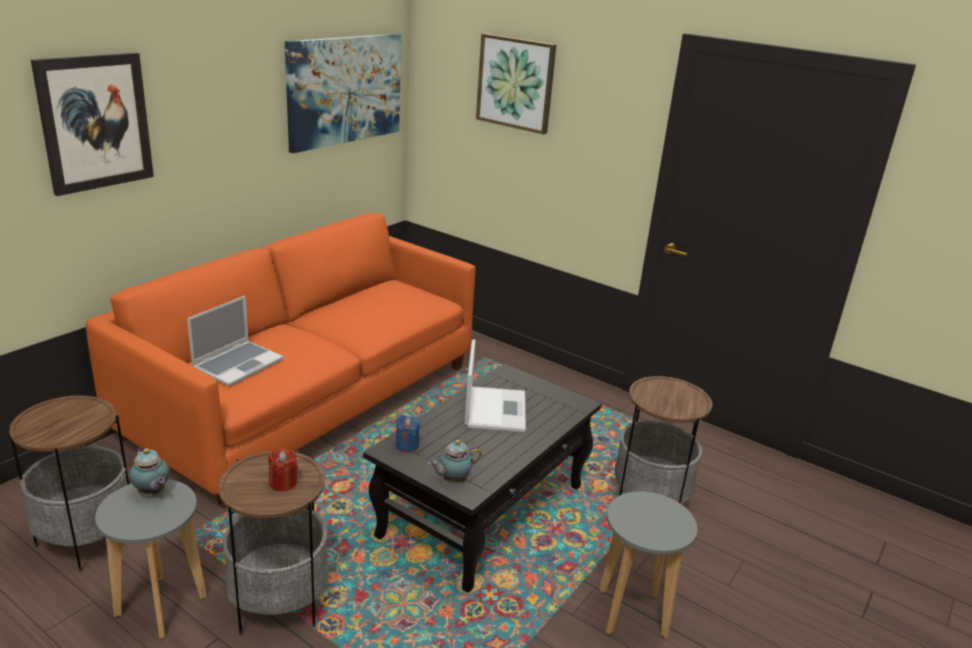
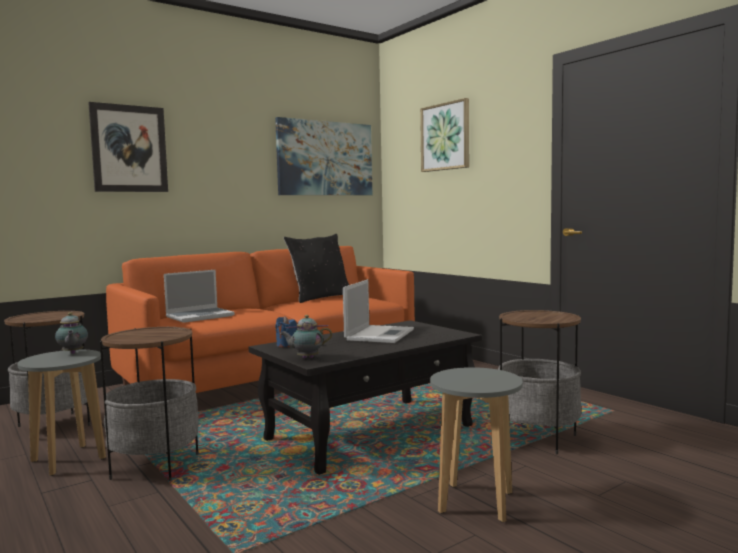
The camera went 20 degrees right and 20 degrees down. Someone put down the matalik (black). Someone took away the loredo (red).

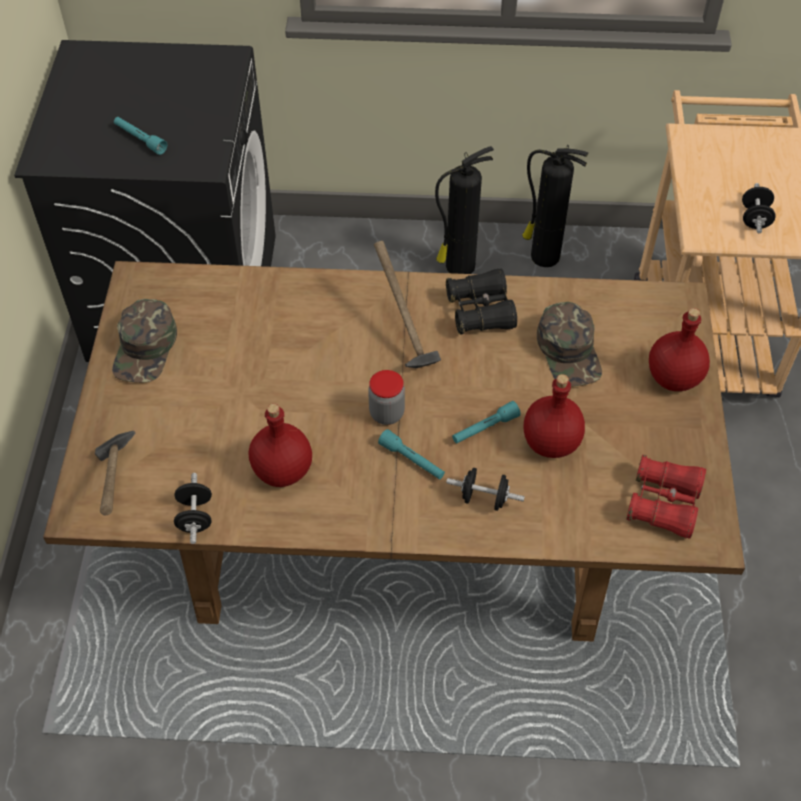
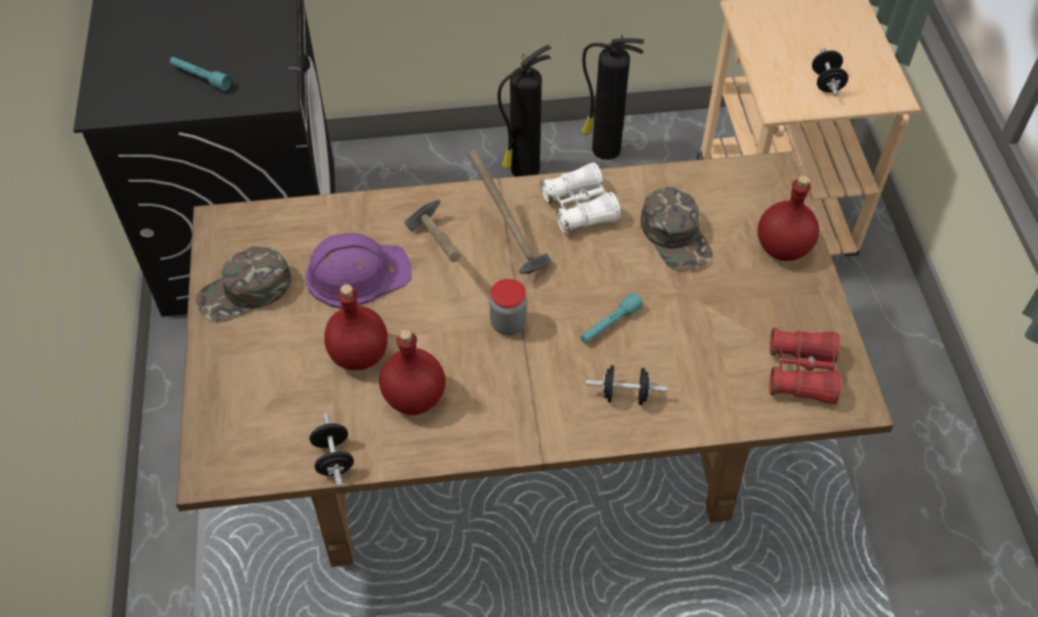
The camera went 10 degrees left and 0 degrees up. Someone rotated the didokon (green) (no. 1 from left) by 60 degrees clockwise. Someone put down the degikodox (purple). Someone carried the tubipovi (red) (no. 2 from left in the first image). Someone carried the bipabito (no. 1 from left). Someone repainted the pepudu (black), which became the pepudu (white). Someone took away the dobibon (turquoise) (no. 2 from left).

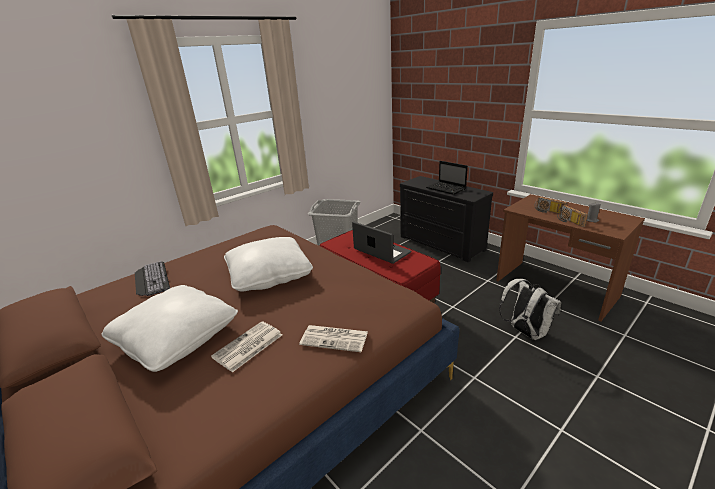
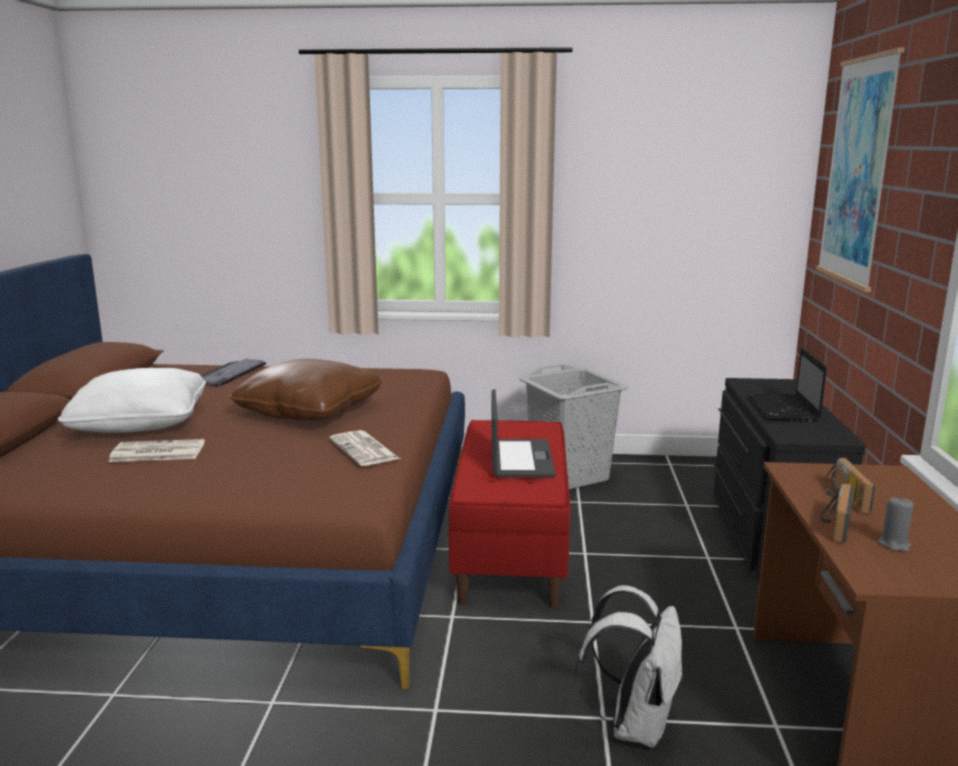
The camera went 45 degrees right and 10 degrees down. Someone repainted the matalik (white) (no. 2 from left), which became the matalik (brown). Someone carried the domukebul (no. 2 from left). Someone put up the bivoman.

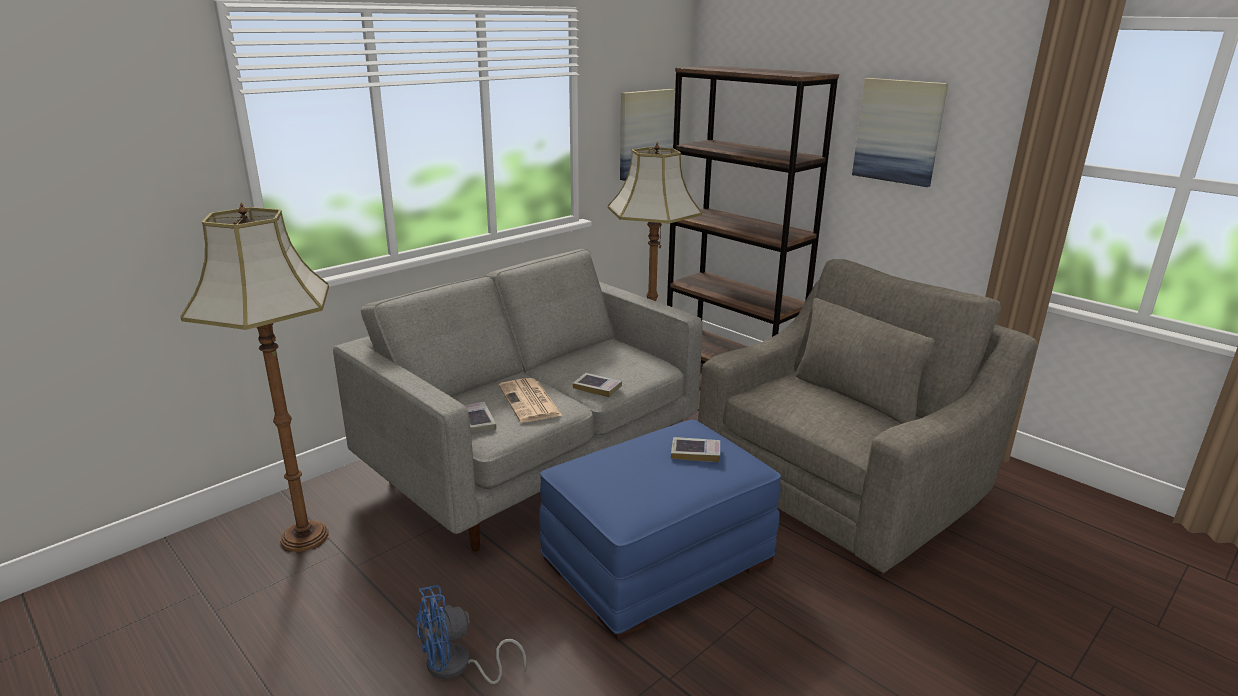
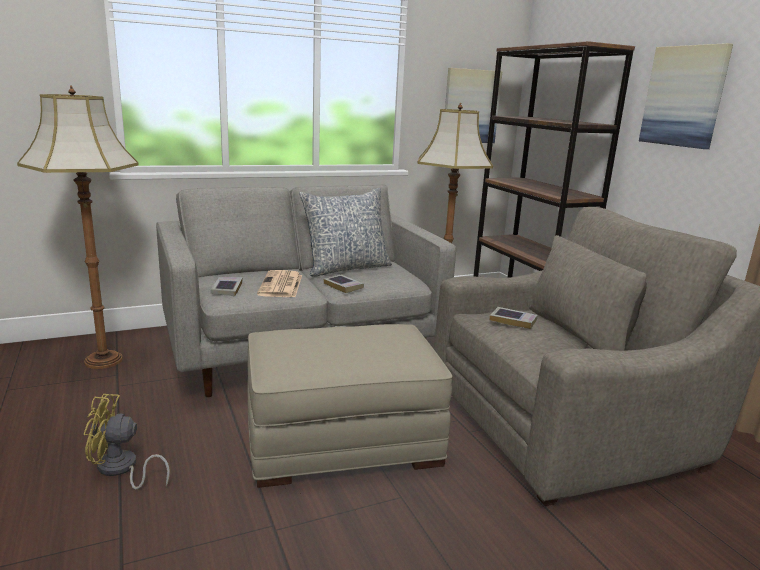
The camera went 20 degrees right and 5 degrees down. Someone repainted the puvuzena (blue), which became the puvuzena (yellow). Someone repainted the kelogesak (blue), which became the kelogesak (beige). Someone put down the matalik. Someone carried the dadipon (no. 3 from left).

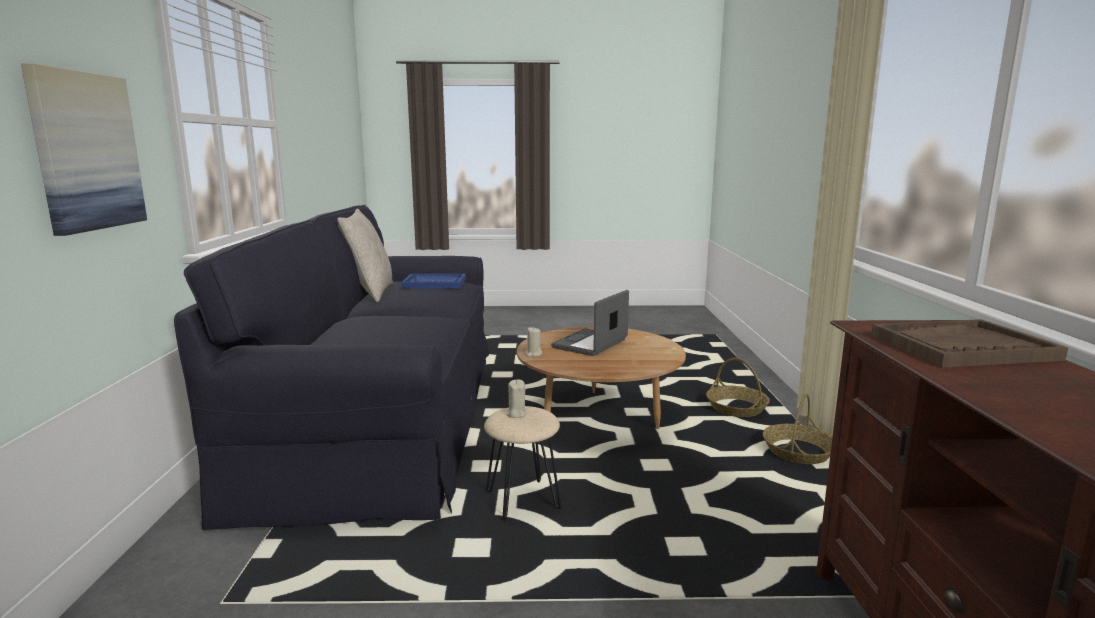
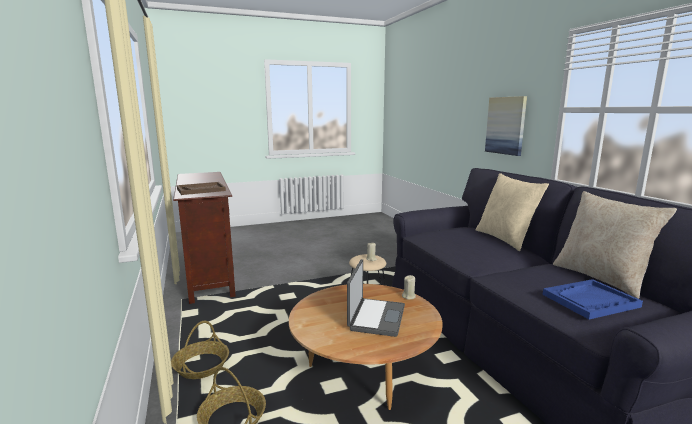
The camera went 160 degrees right and 0 degrees up. Someone put down the matalik (beige) (no. 1 from left).

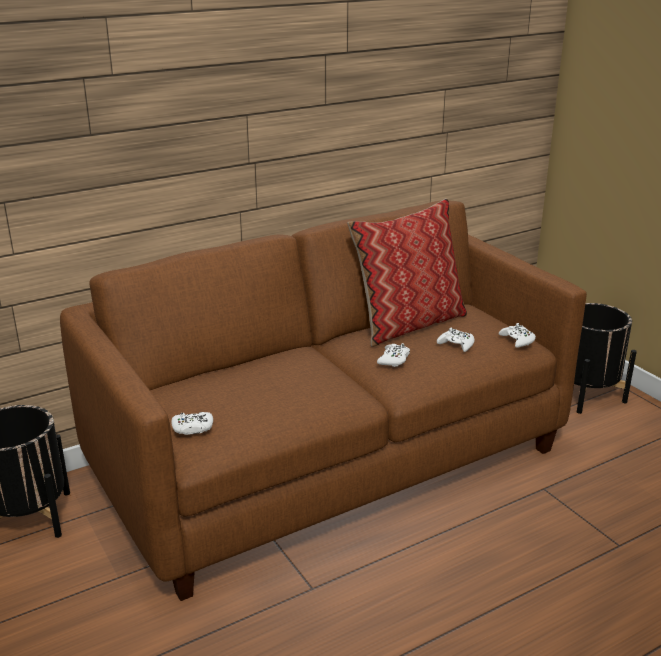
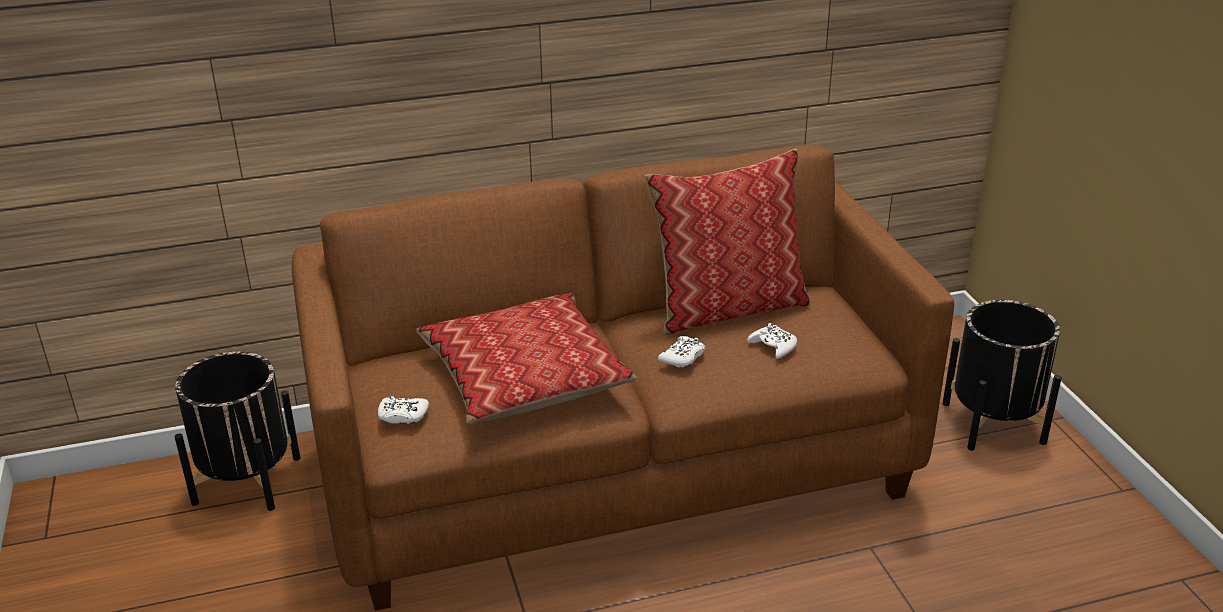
The camera went 15 degrees right and 5 degrees up. Someone put down the matalik (no. 1 from left). Someone took away the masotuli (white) (no. 4 from left).

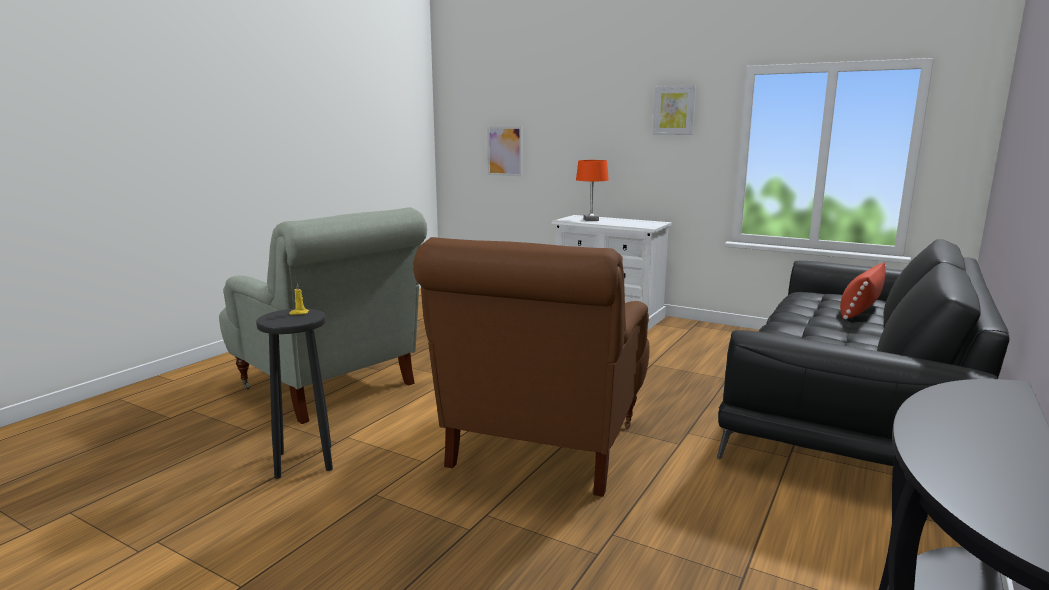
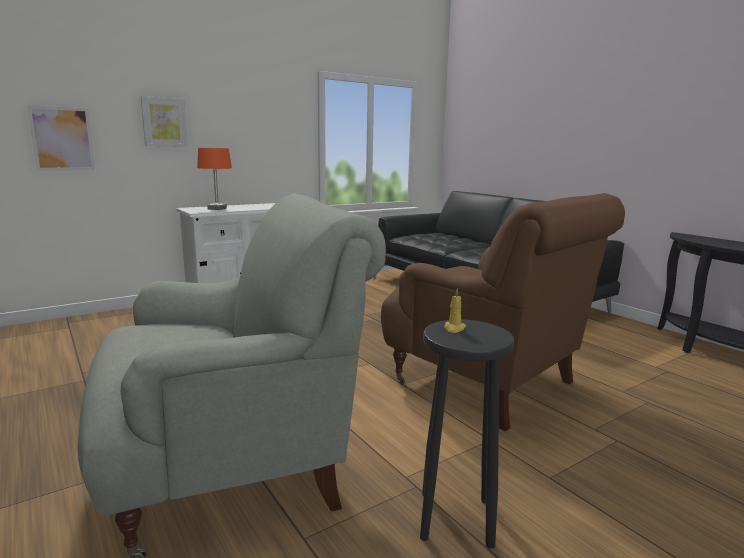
The camera went 65 degrees left and 0 degrees up. Someone carried the bivoman (no. 2 from left). Someone took away the matalik (red).

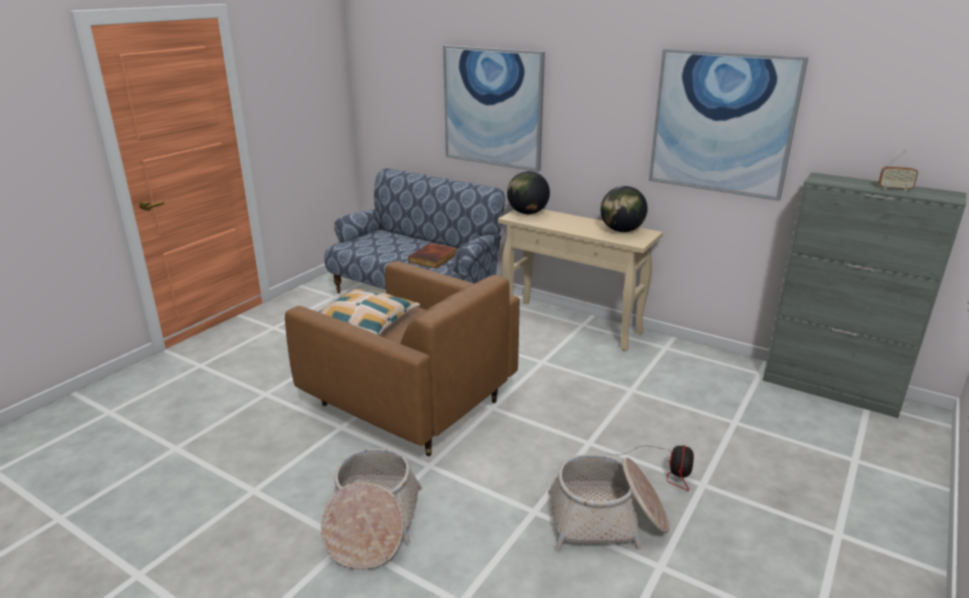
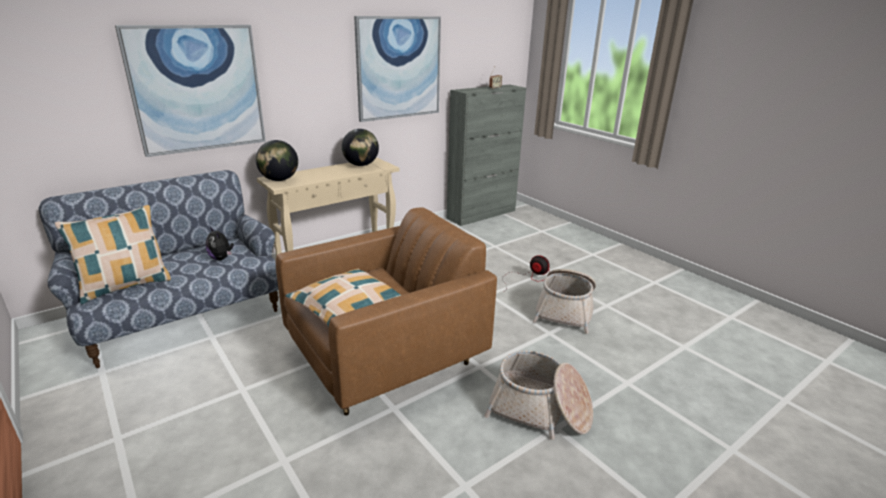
The camera went 70 degrees left and 0 degrees up. Someone put down the matalik (no. 1 from left). Someone swapped the dadipon for the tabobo.

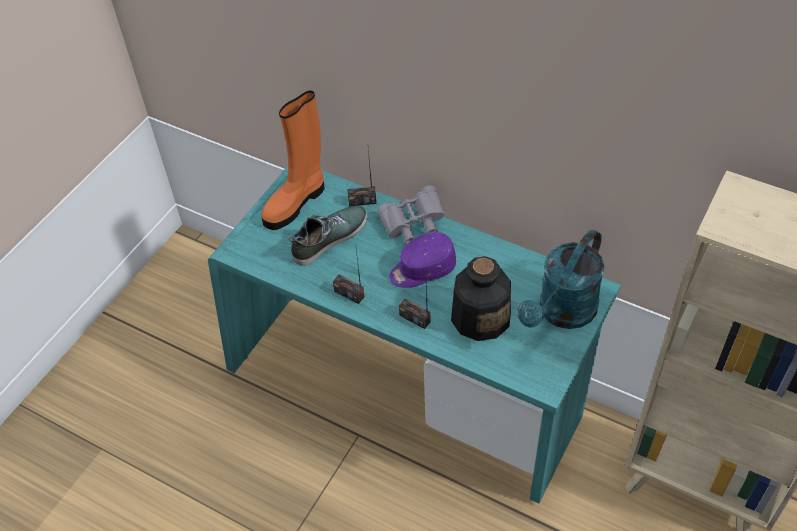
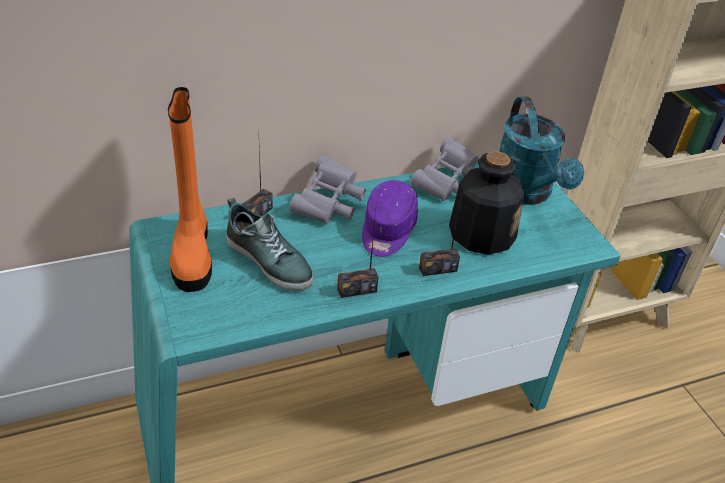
The camera went 55 degrees left and 10 degrees down. Someone rotated the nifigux by 135 degrees clockwise. Someone put down the pepudu (grey) (no. 2 from left).

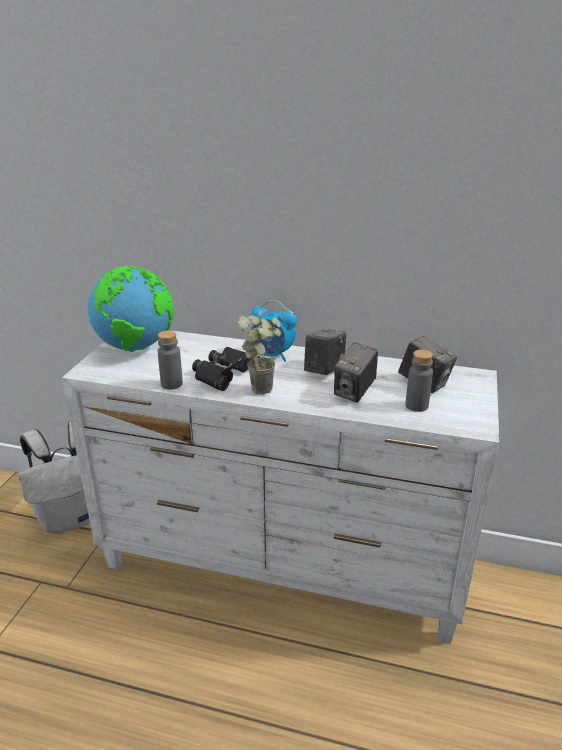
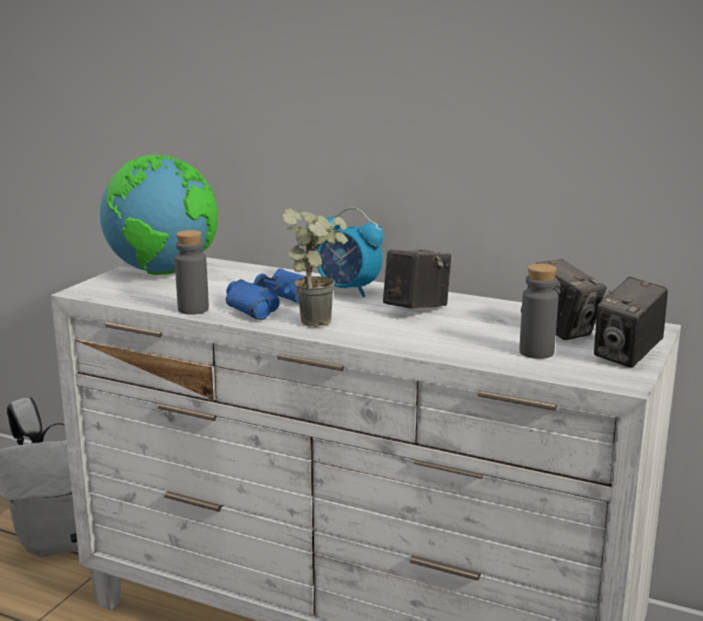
The camera went 10 degrees right and 10 degrees down. Someone repainted the pepudu (black), which became the pepudu (blue). Someone carried the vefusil (no. 2 from left in the first image).

